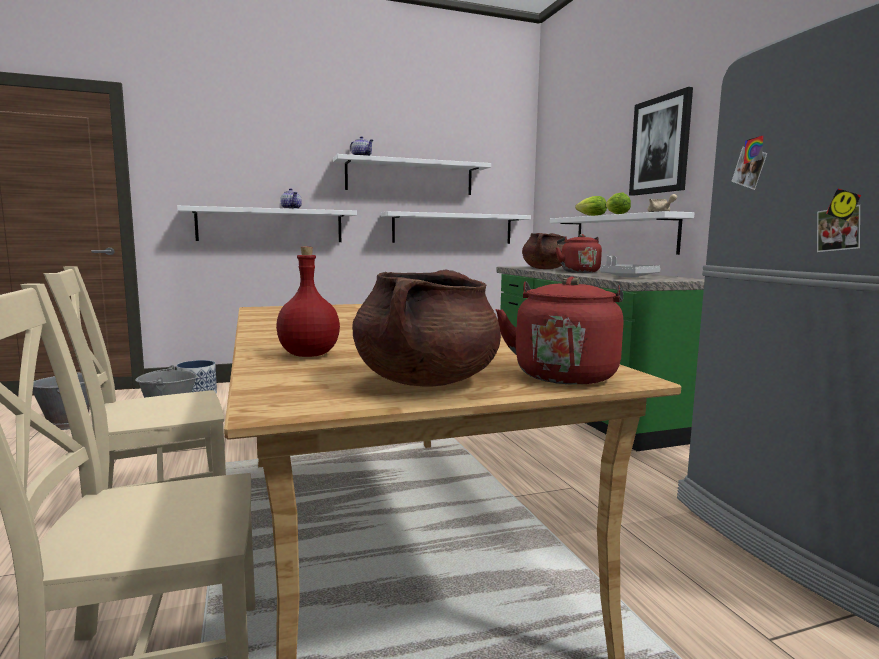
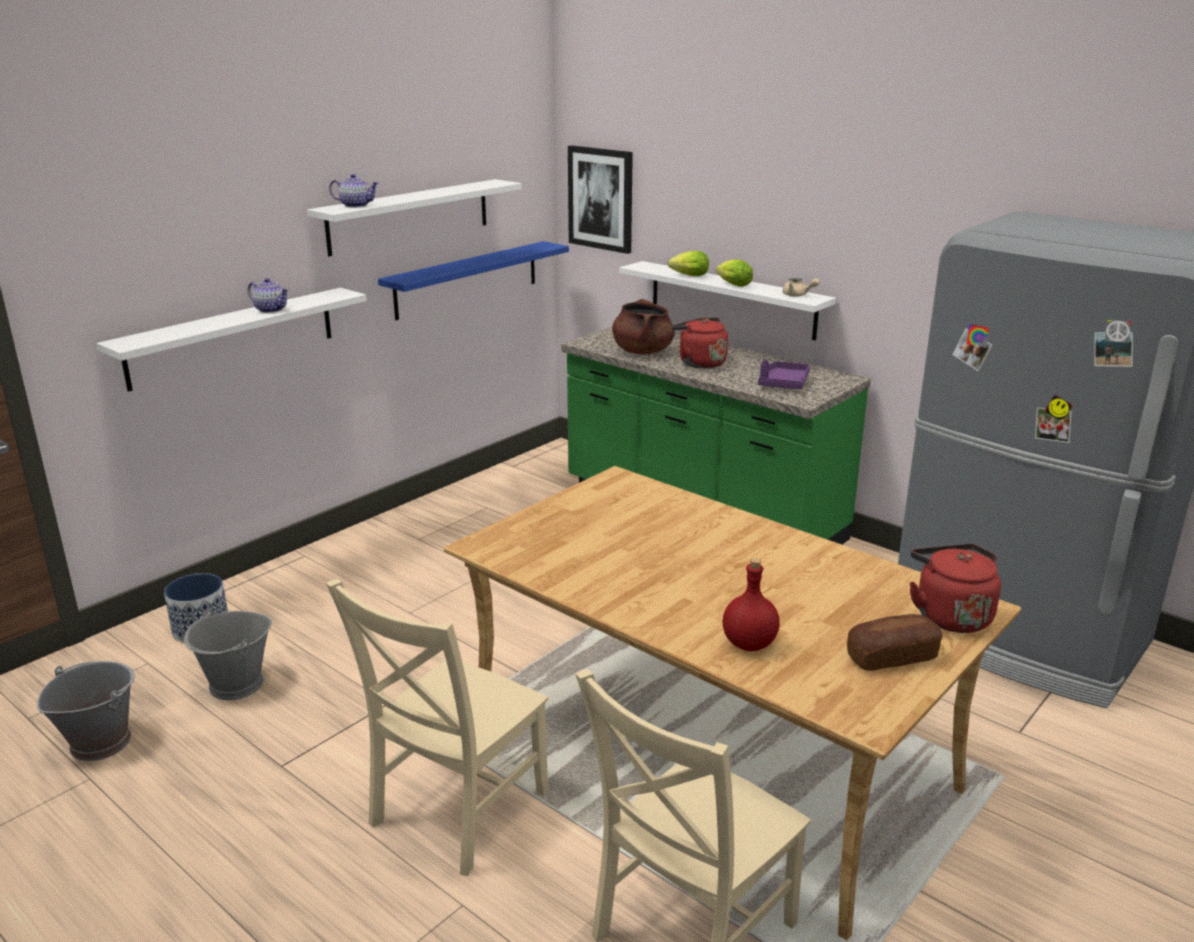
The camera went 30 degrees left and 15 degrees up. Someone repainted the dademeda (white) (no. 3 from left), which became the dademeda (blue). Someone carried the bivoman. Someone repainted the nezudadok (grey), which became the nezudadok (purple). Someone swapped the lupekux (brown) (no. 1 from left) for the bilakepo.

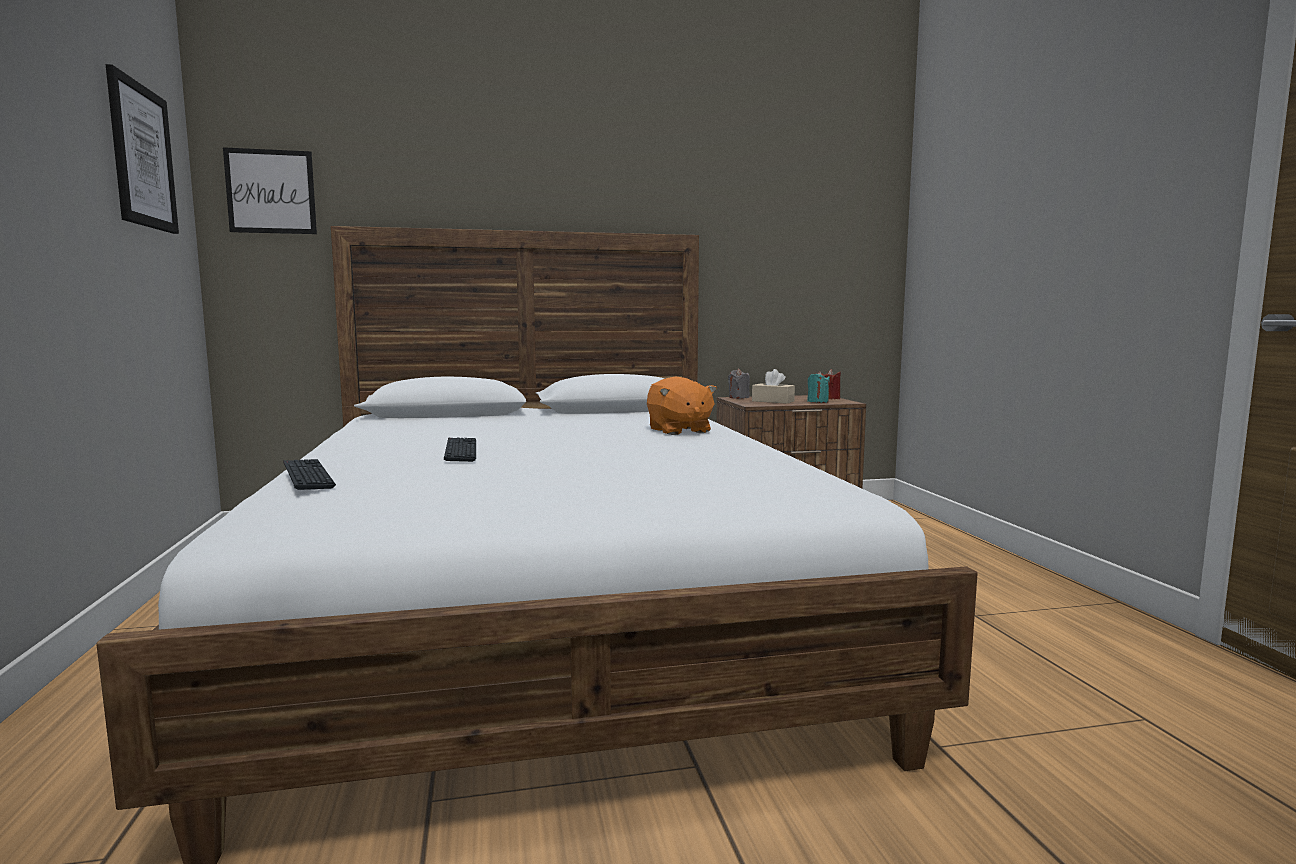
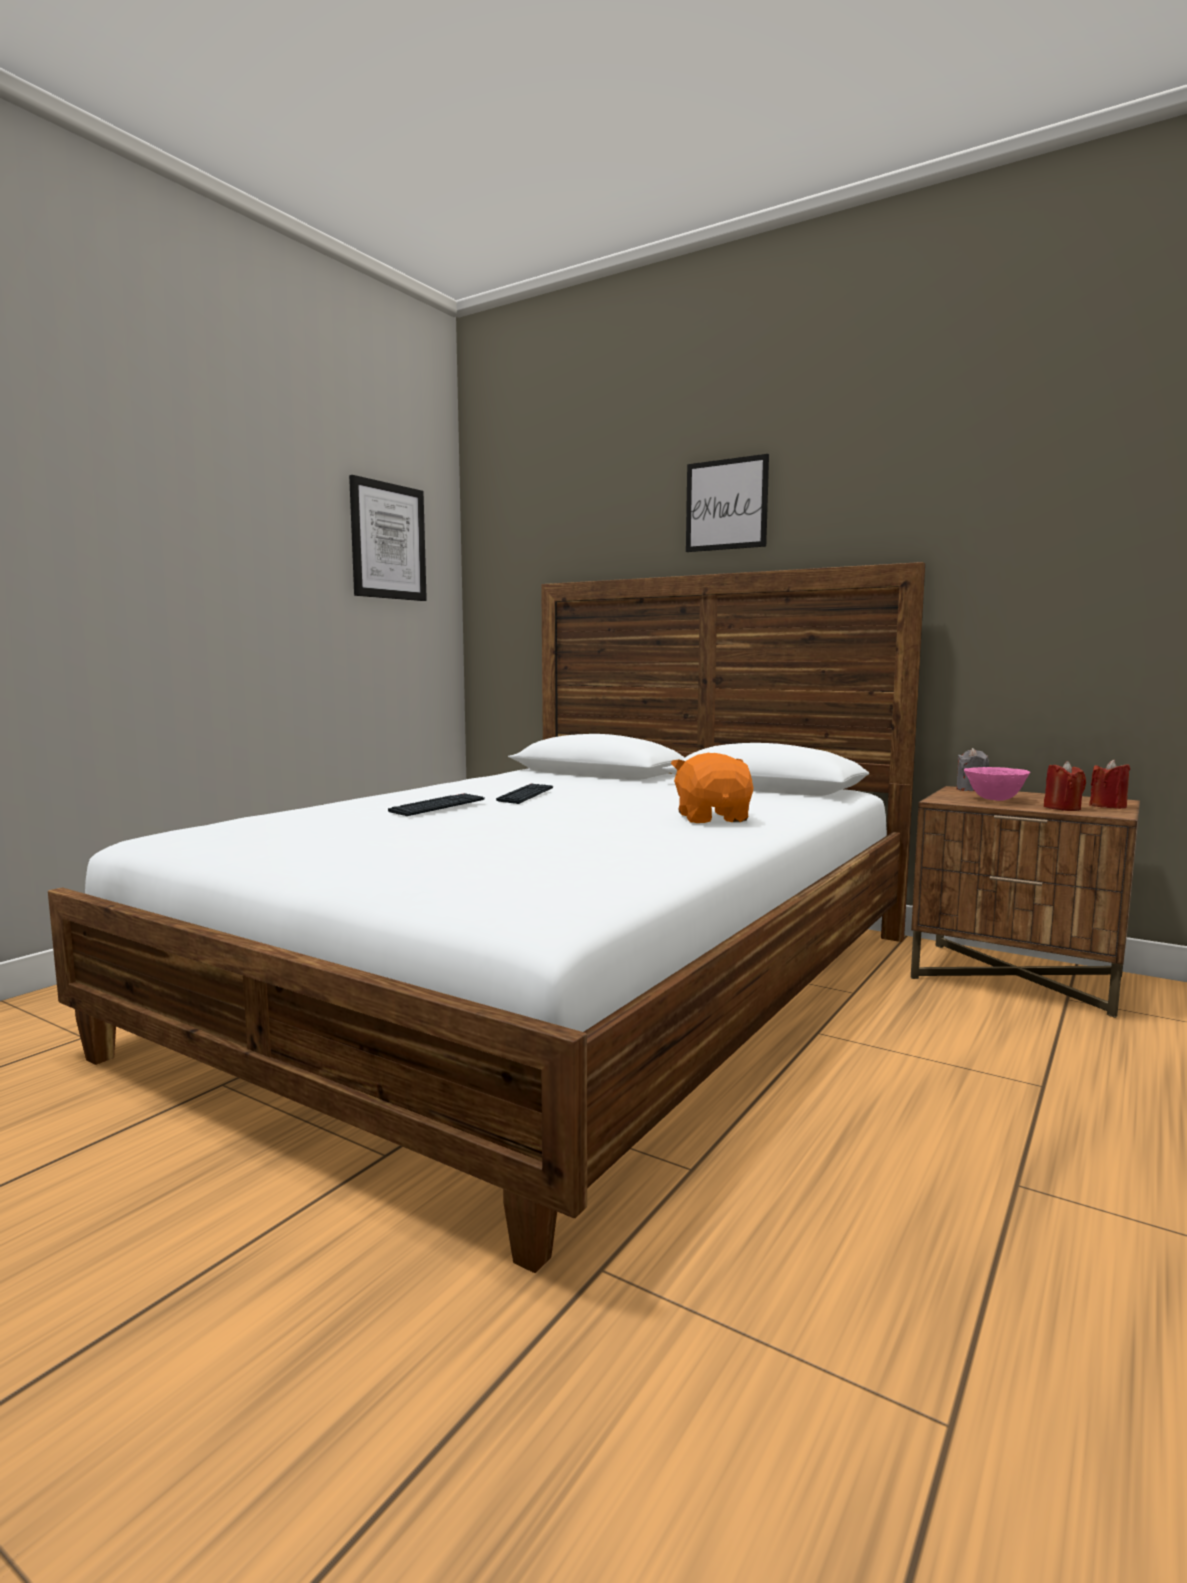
The camera went 45 degrees right and 0 degrees up. Someone carried the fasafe (no. 1 from left in the first image). Someone rotated the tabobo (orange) by 150 degrees clockwise. Someone carried the bivoman (no. 2 from left). Someone swapped the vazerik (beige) for the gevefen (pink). Someone repainted the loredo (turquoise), which became the loredo (red) (no. 1 from left).

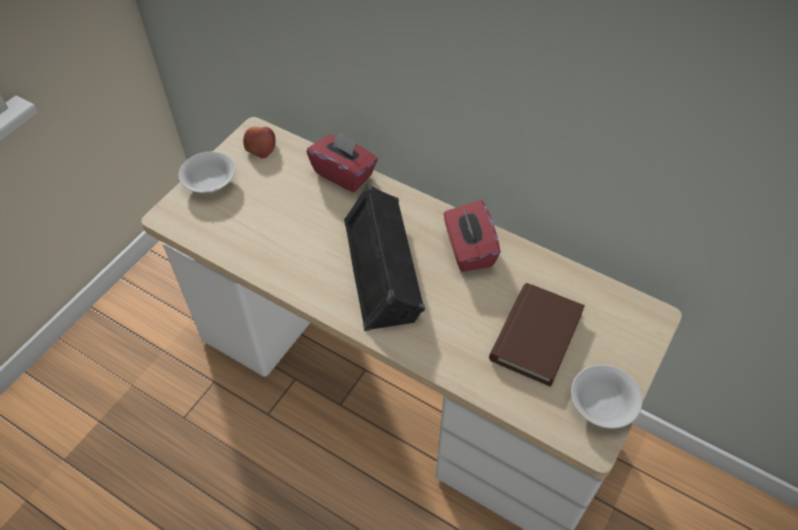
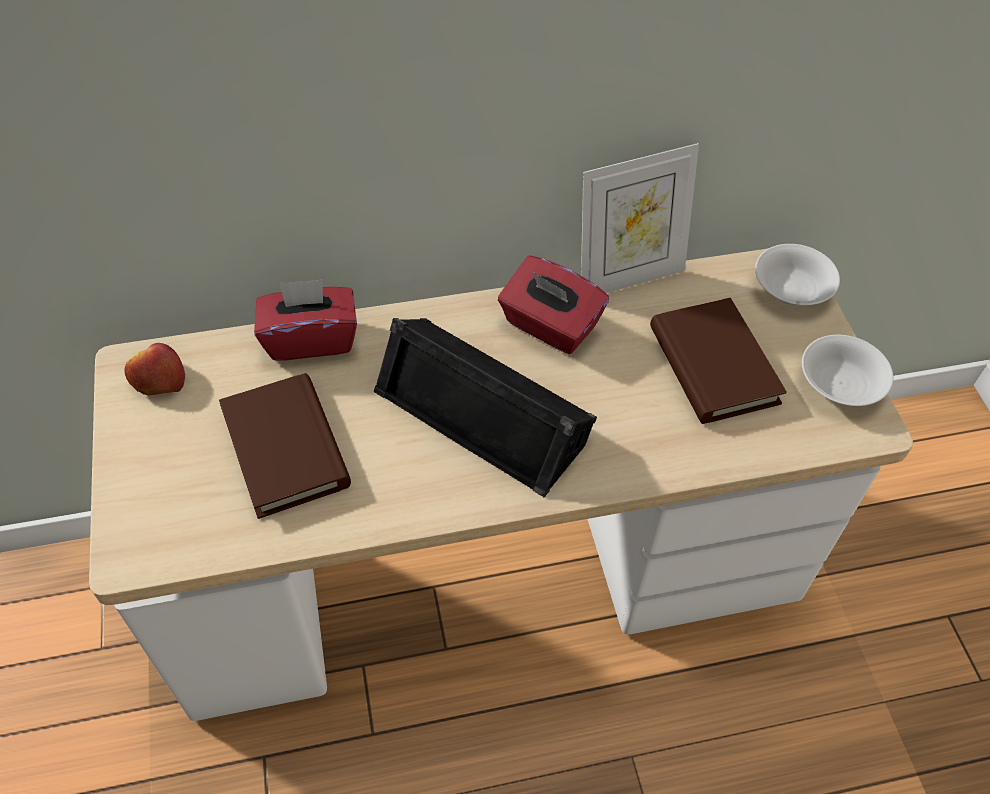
The camera went 45 degrees left and 0 degrees up. Someone put down the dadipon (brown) (no. 1 from left). Someone put down the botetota. Someone carried the gevefen (white) (no. 1 from left).

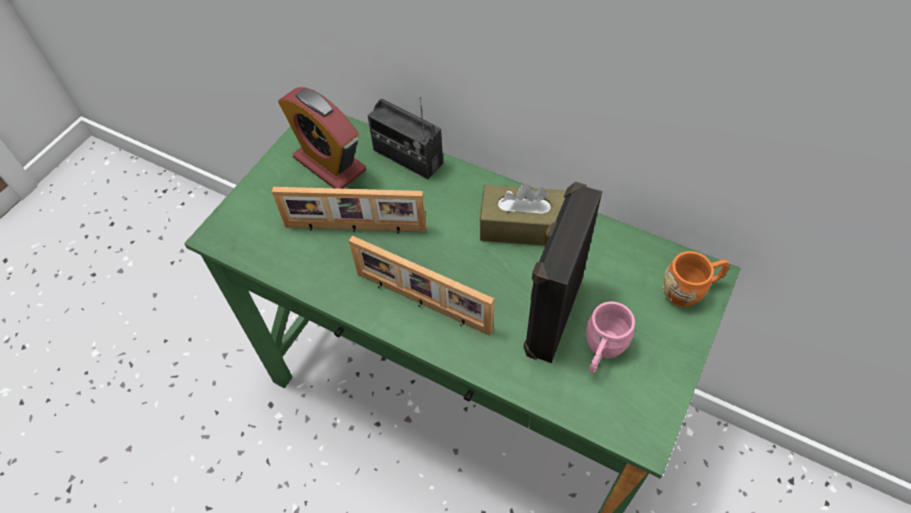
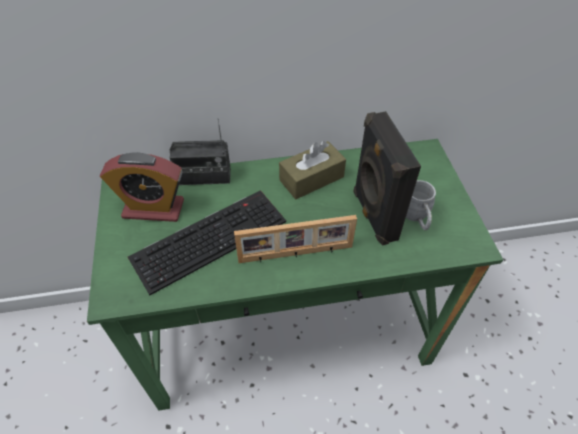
The camera went 40 degrees left and 5 degrees down. Someone swapped the botetota (no. 1 from left) for the fasafe. Someone repainted the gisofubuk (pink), which became the gisofubuk (grey). Someone took away the gisofubuk (orange).

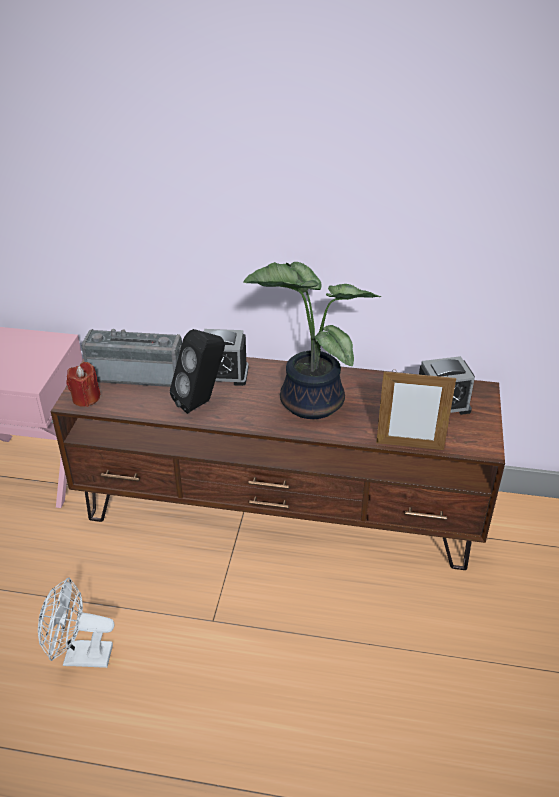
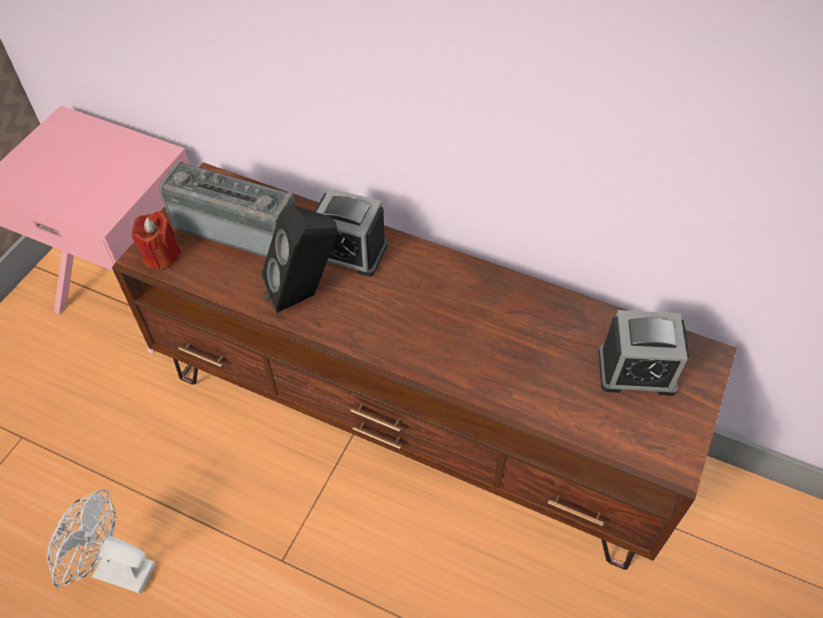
The camera went 15 degrees right and 15 degrees up. Someone took away the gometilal. Someone took away the botetota.

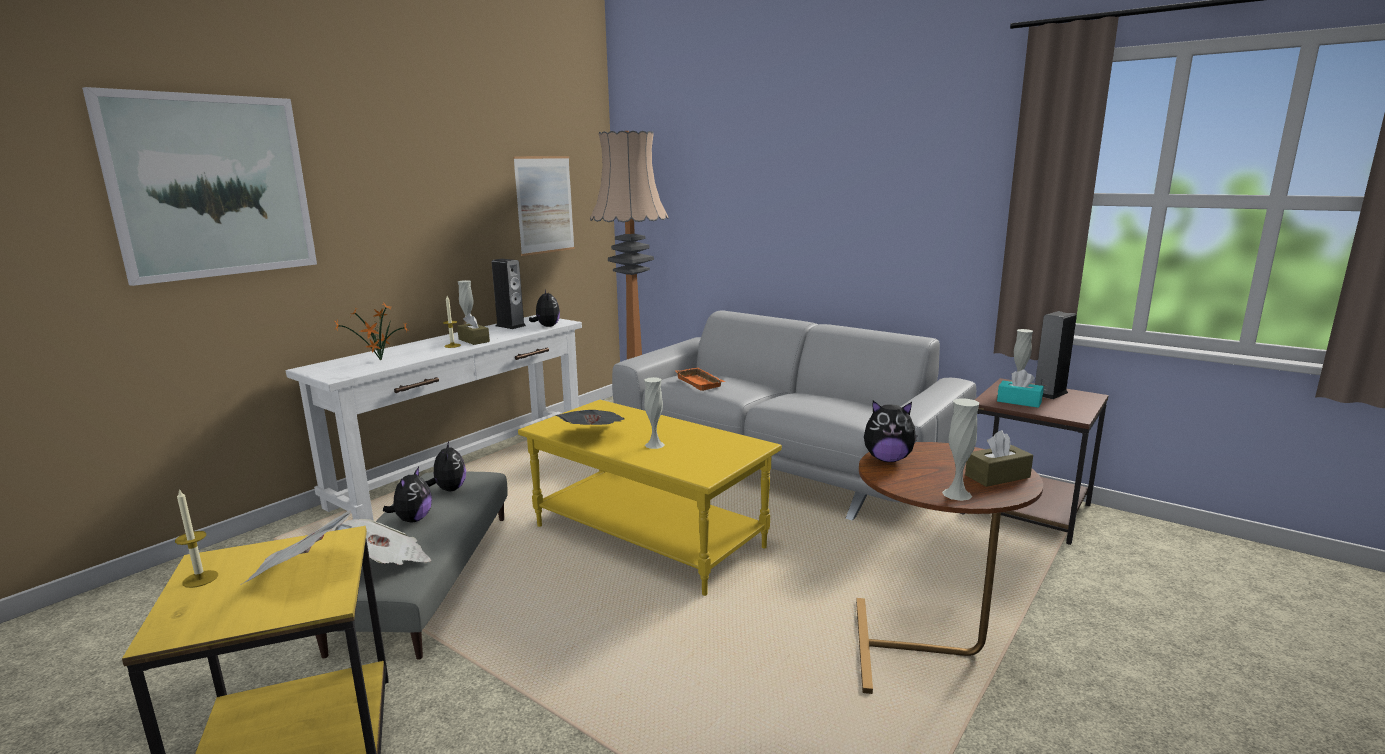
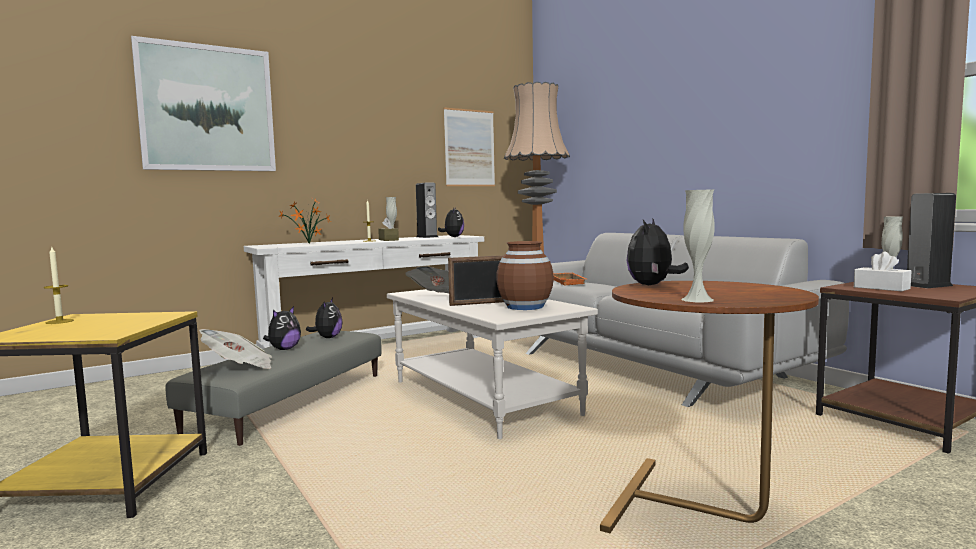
The camera went 20 degrees right and 10 degrees down. Someone repainted the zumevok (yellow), which became the zumevok (white). Someone swapped the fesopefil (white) (no. 2 from left) for the botetota. Someone put down the fesopefil (brown). Someone rotated the tabobo (no. 4 from left) by 90 degrees clockwise. Someone repainted the vazerik (turquoise), which became the vazerik (white). Someone took away the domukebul (no. 1 from left). Someone took away the vazerik (brown) (no. 2 from left).

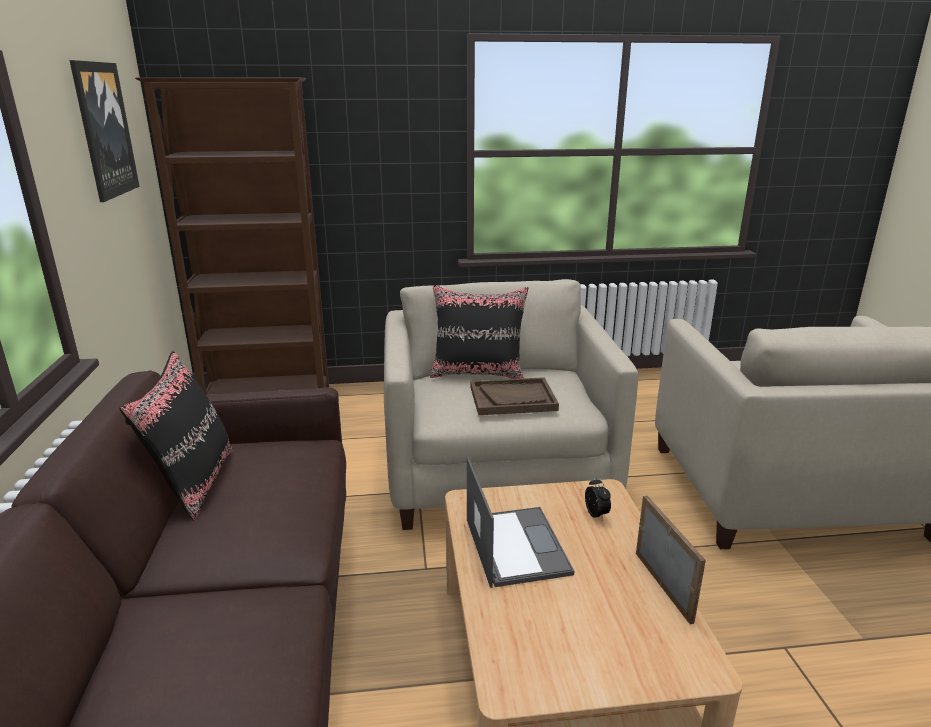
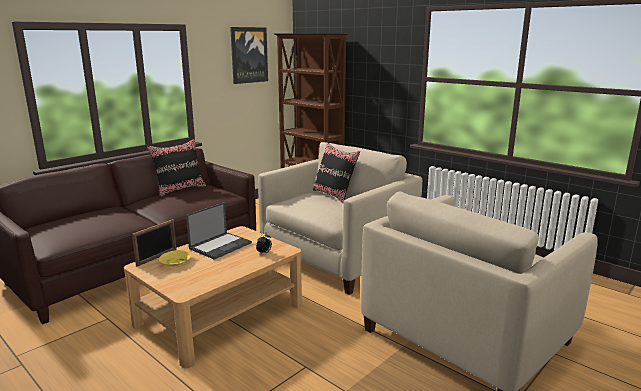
The camera went 50 degrees right and 5 degrees down. Someone carried the botetota. Someone put down the gevefen (yellow). Someone took away the nezudadok (brown).

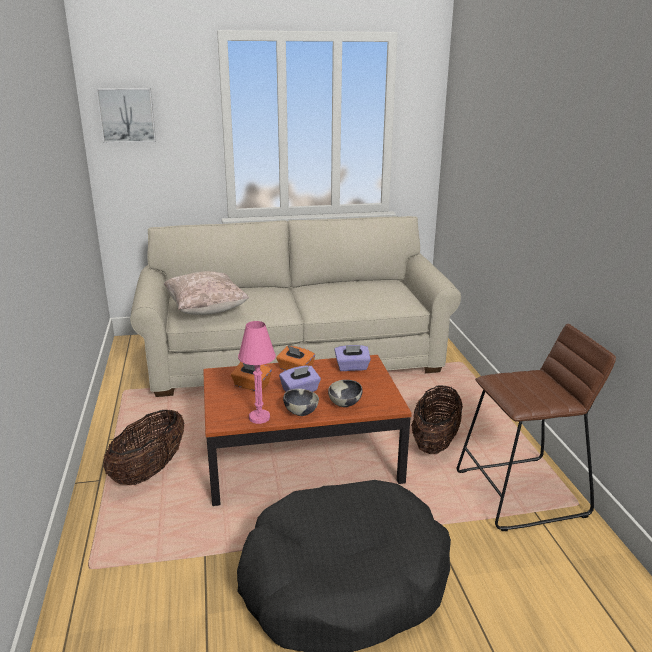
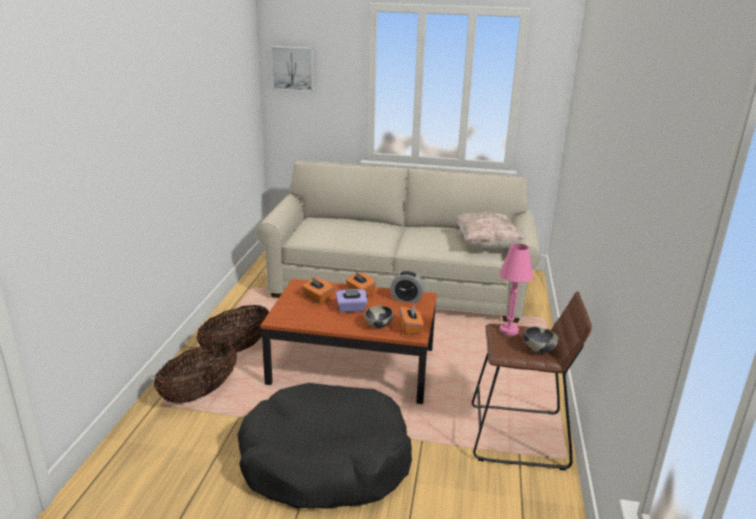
The camera went 20 degrees right and 0 degrees up. Someone carried the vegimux (no. 2 from left in the first image). Someone swapped the vazerik (purple) (no. 2 from left) for the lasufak. Someone put down the vazerik (orange) (no. 3 from left). Someone carried the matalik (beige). Someone carried the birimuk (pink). Someone carried the gevefen (no. 1 from left in the first image).

